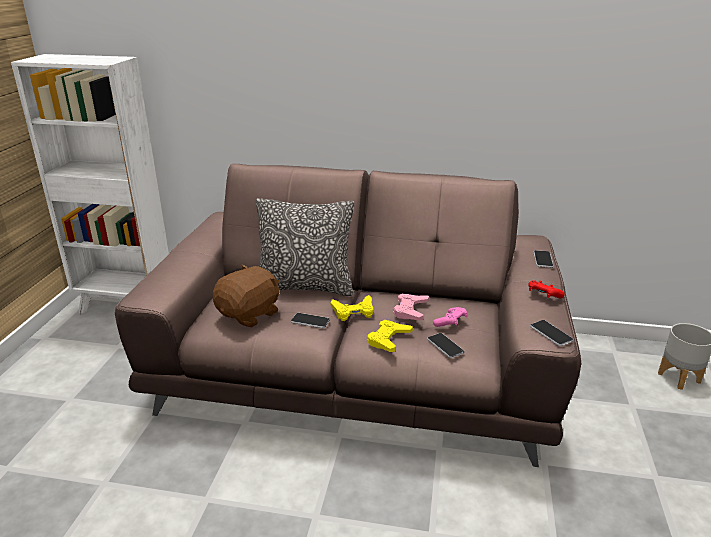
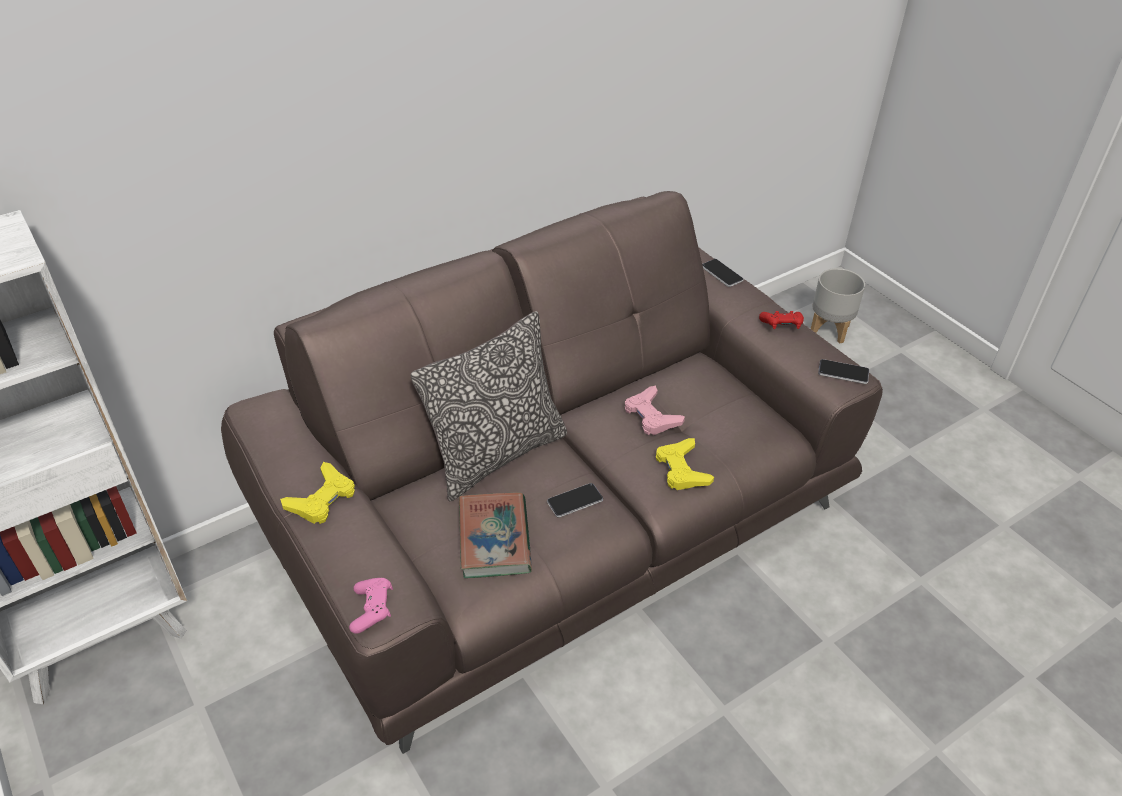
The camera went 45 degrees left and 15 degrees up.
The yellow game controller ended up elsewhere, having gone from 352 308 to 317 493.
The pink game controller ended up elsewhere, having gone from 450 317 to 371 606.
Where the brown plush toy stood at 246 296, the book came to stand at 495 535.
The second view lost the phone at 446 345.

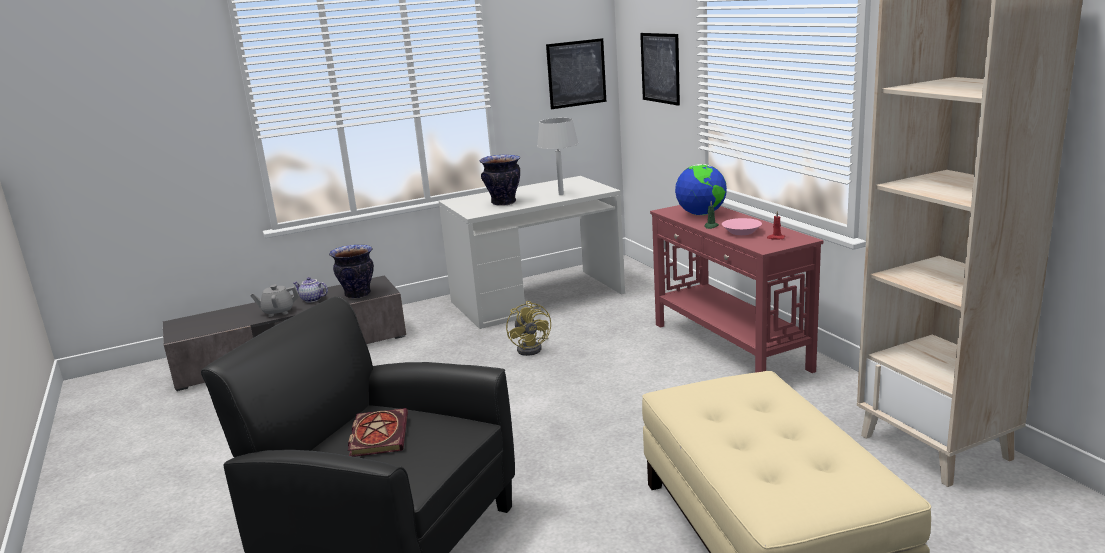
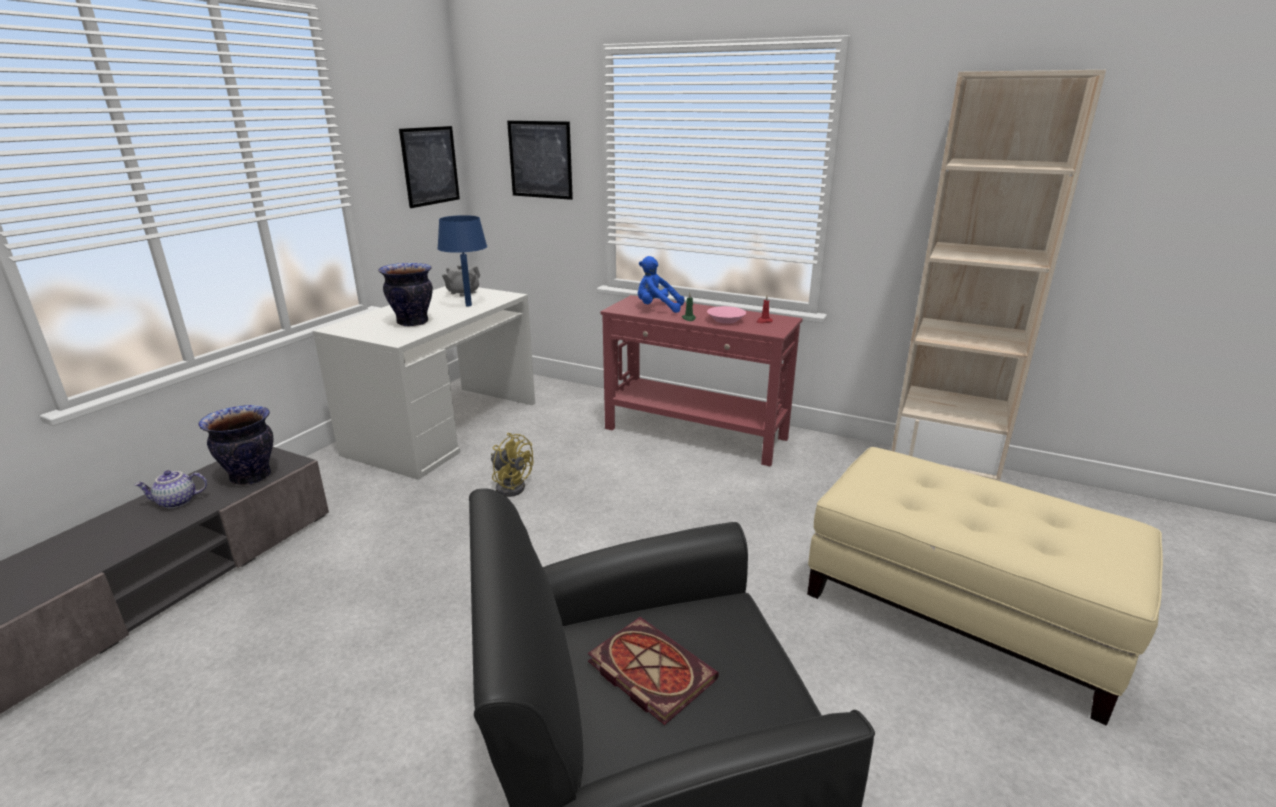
The camera went 40 degrees left and 5 degrees up.
What was the grey table lamp at 557 156 turned into the blue table lamp at 462 261.
The grey teapot ended up elsewhere, having gone from 274 300 to 461 280.
Where the globe stood at 701 189, the blue plush toy came to stand at 661 284.

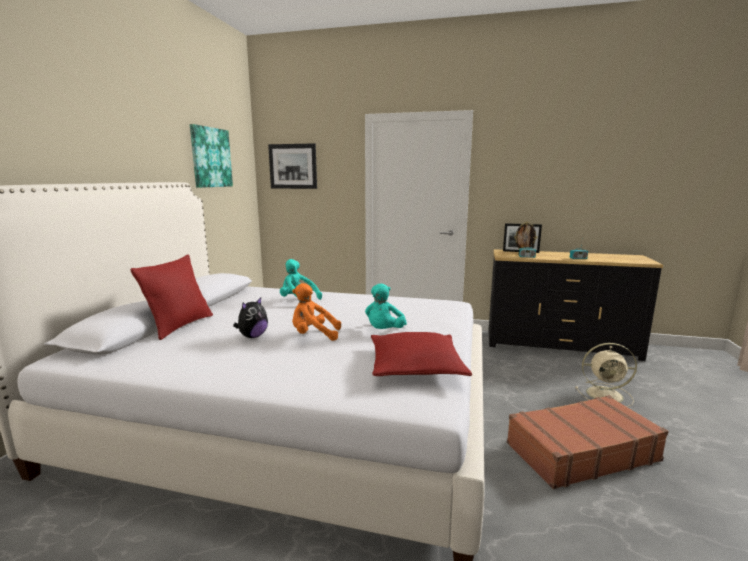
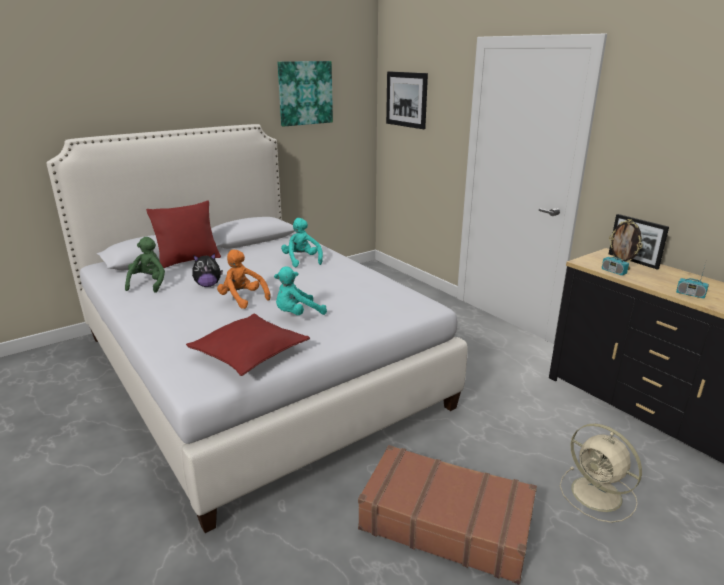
The camera went 40 degrees right and 10 degrees up.
The second view gained the green plush toy at 145 265.

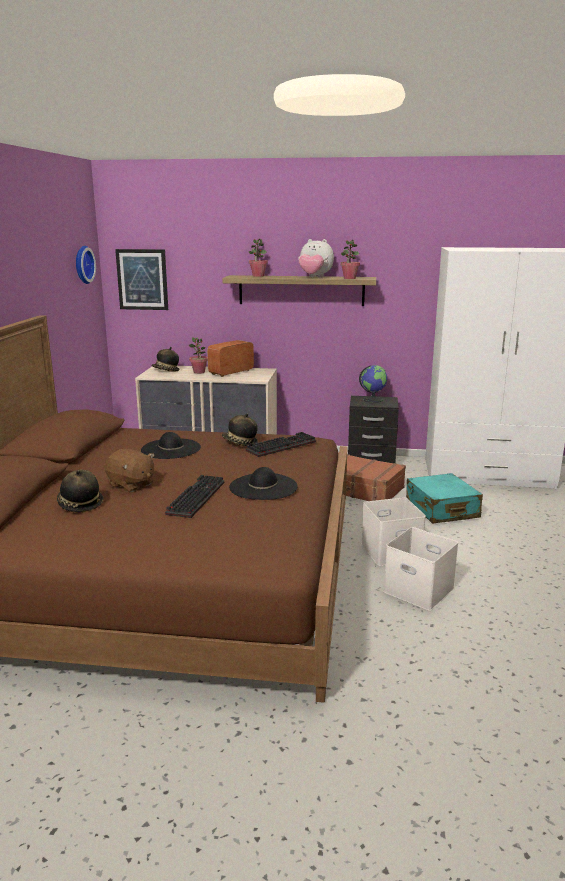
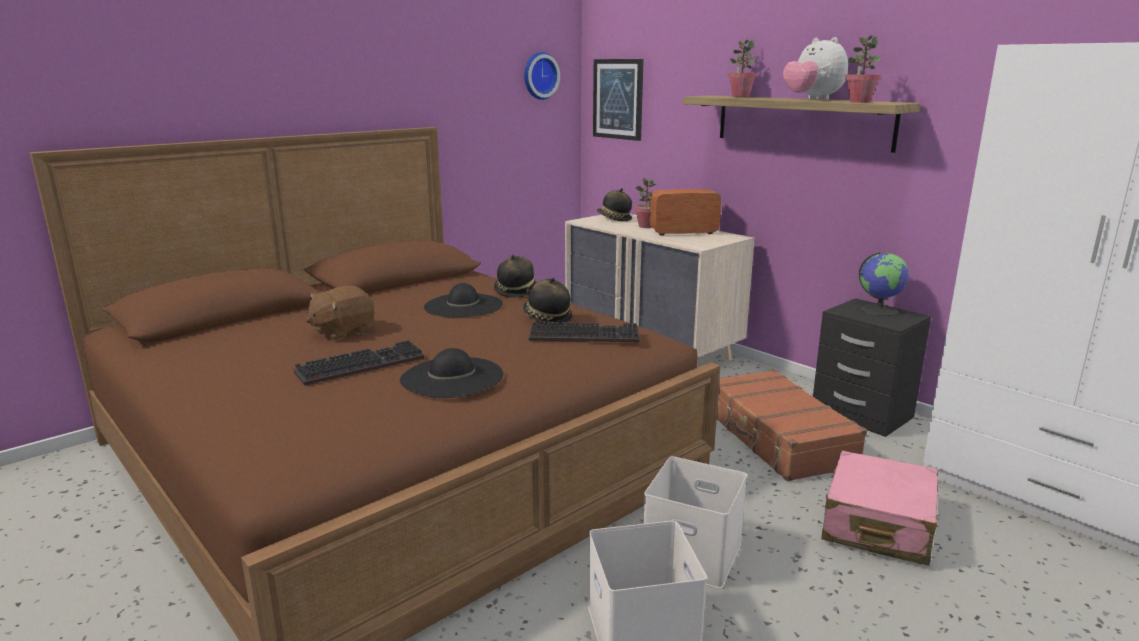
The camera went 40 degrees right and 0 degrees up.
The brown plush toy at 129 470 ended up facing another way, 60 degrees clockwise from before.
The hat ended up elsewhere, having gone from 80 491 to 515 276.
What was the turquoise suitcase at 444 498 turned into the pink suitcase at 880 508.

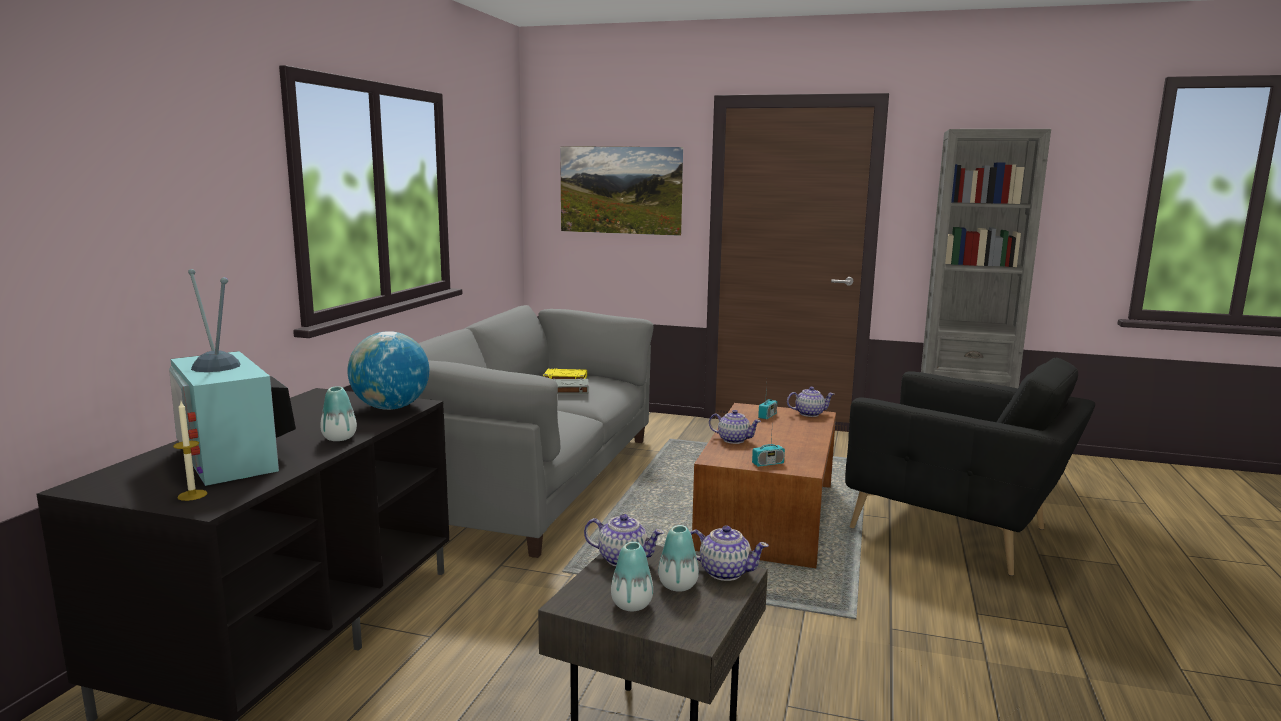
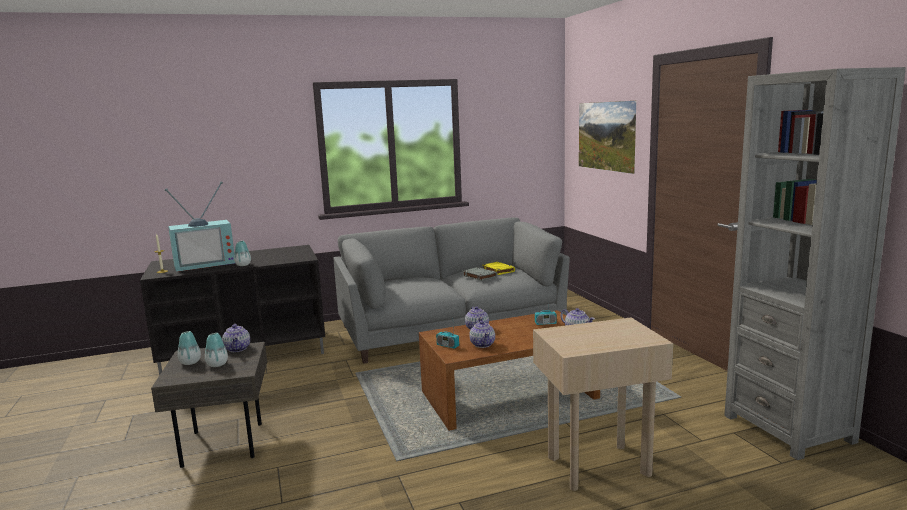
The camera went 55 degrees right and 0 degrees up.
The television at 232 377 ended up facing another way, 135 degrees counterclockwise from before.
The teapot ended up elsewhere, having gone from 729 553 to 482 334.
Where the black armchair stood at 970 467, the beige side table came to stand at 603 404.
The second view lost the globe at 388 370.

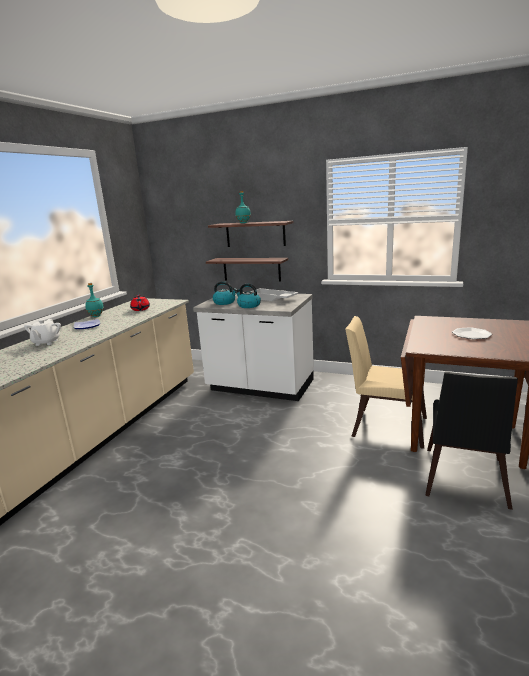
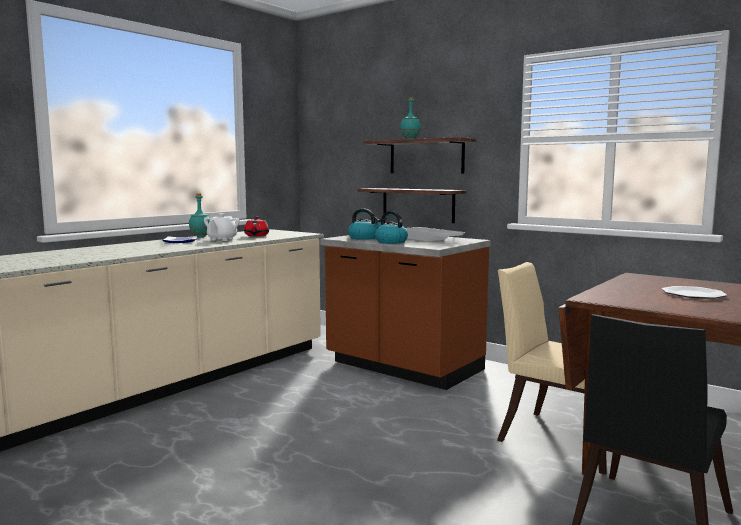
The camera went 15 degrees right and 10 degrees down.
The white teapot ended up elsewhere, having gone from 42 332 to 222 227.
What was the white counter at 253 346 turned into the brown counter at 405 312.

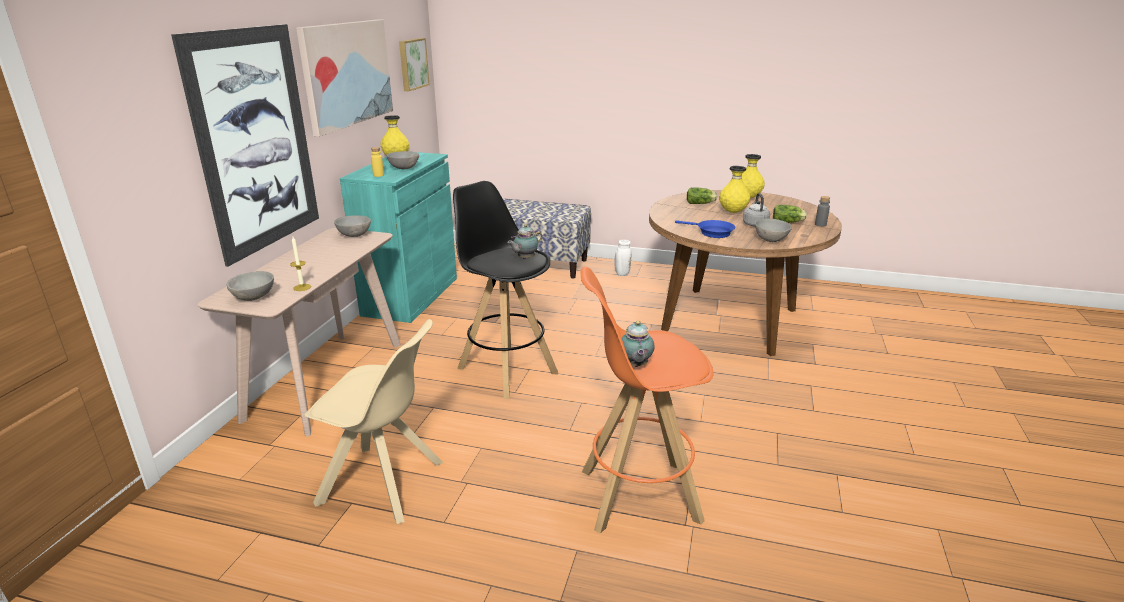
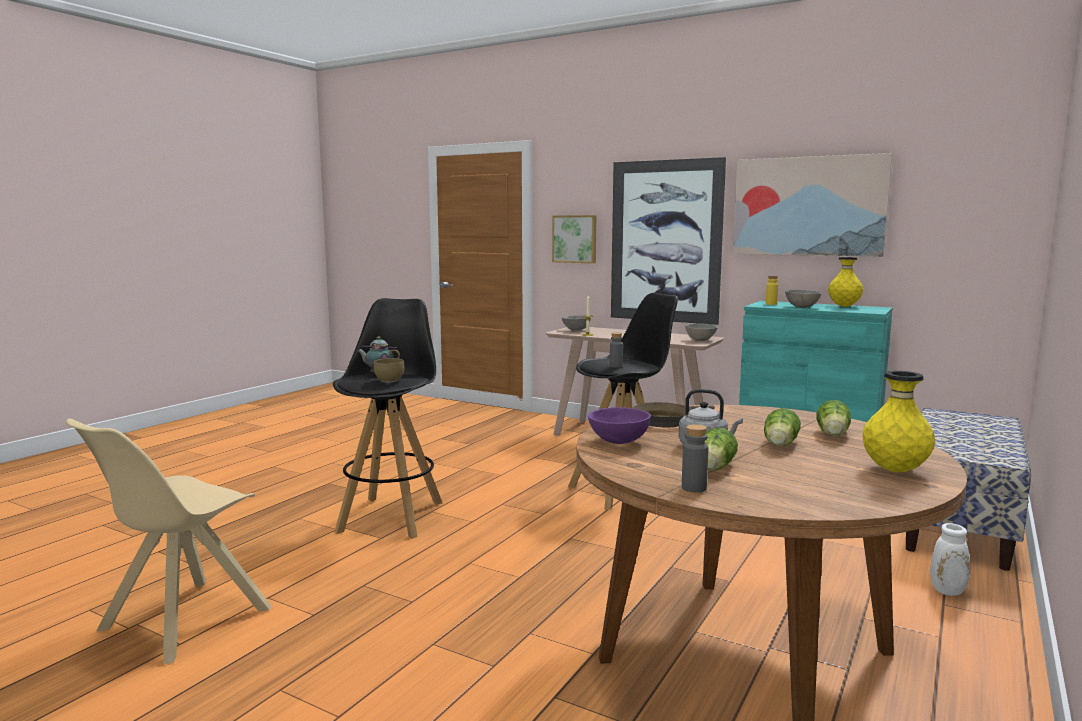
The camera went 105 degrees right and 15 degrees down.
The beige chair ended up elsewhere, having gone from 374 421 to 169 541.
What was the orange stool at 647 400 turned into the black stool at 387 418.
The second view gained the brown bowl at 389 370.
The picture ended up elsewhere, having gone from 414 64 to 574 239.
What was the grey bowl at 773 230 turned into the purple bowl at 619 425.
Where the teapot stood at 524 241, the grey bottle came to stand at 616 350.
What was the blue frying pan at 705 229 turned into the brown frying pan at 674 414.
Where the yellow vase stood at 734 189, the lettuce came to stand at 782 427.

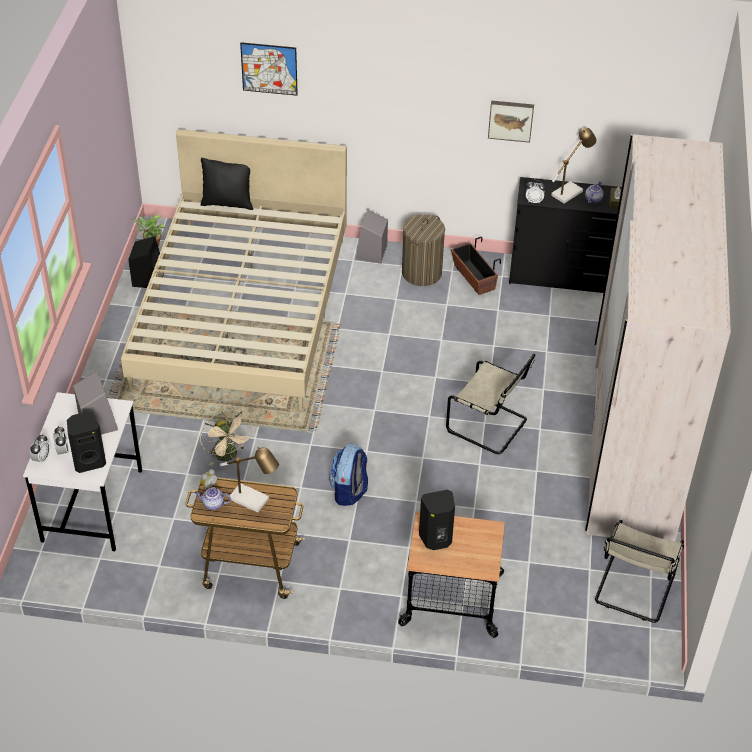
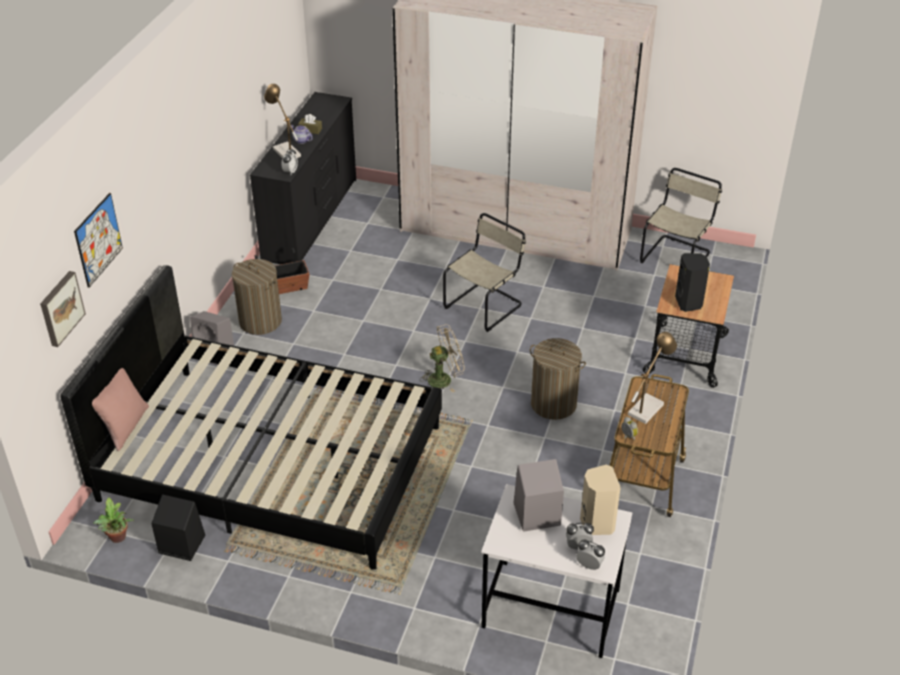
The camera went 80 degrees left and 5 degrees down.
The picture ended up elsewhere, having gone from 511 122 to 63 309.
What was the beige bed at 234 269 turned into the black bed at 251 417.
What was the black pillow at 226 184 turned into the pink pillow at 120 409.
The beige fan ended up elsewhere, having gone from 227 438 to 442 358.
Where the backpack stood at 348 474, the laundry basket came to stand at 558 379.
What was the black speaker at 86 442 turned into the beige speaker at 600 499.
The beige chair at 639 571 ended up facing another way, 90 degrees counterclockwise from before.
The second view lost the teapot at 213 499.

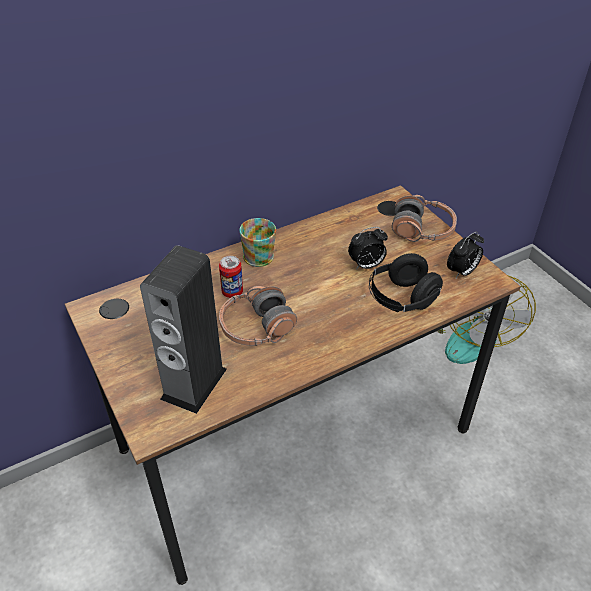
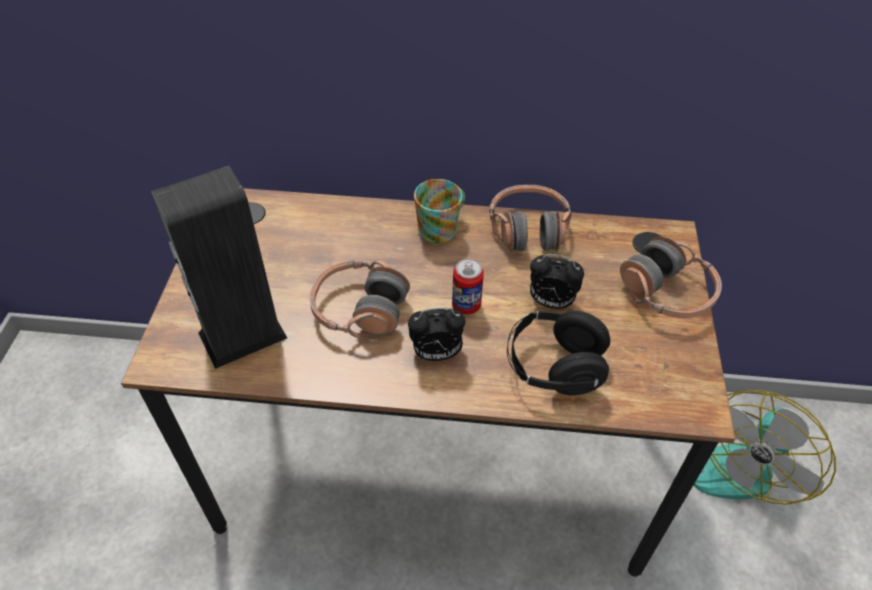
The camera went 35 degrees right and 5 degrees up.
The alarm clock ended up elsewhere, having gone from 465 254 to 437 334.
The can ended up elsewhere, having gone from 231 277 to 468 287.
The second view gained the headphones at 530 218.

